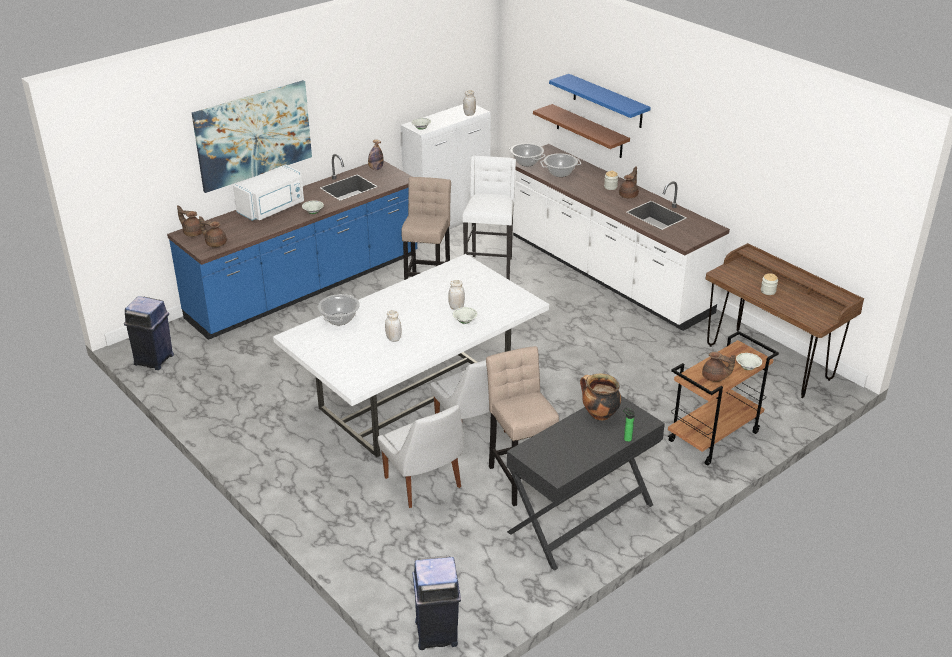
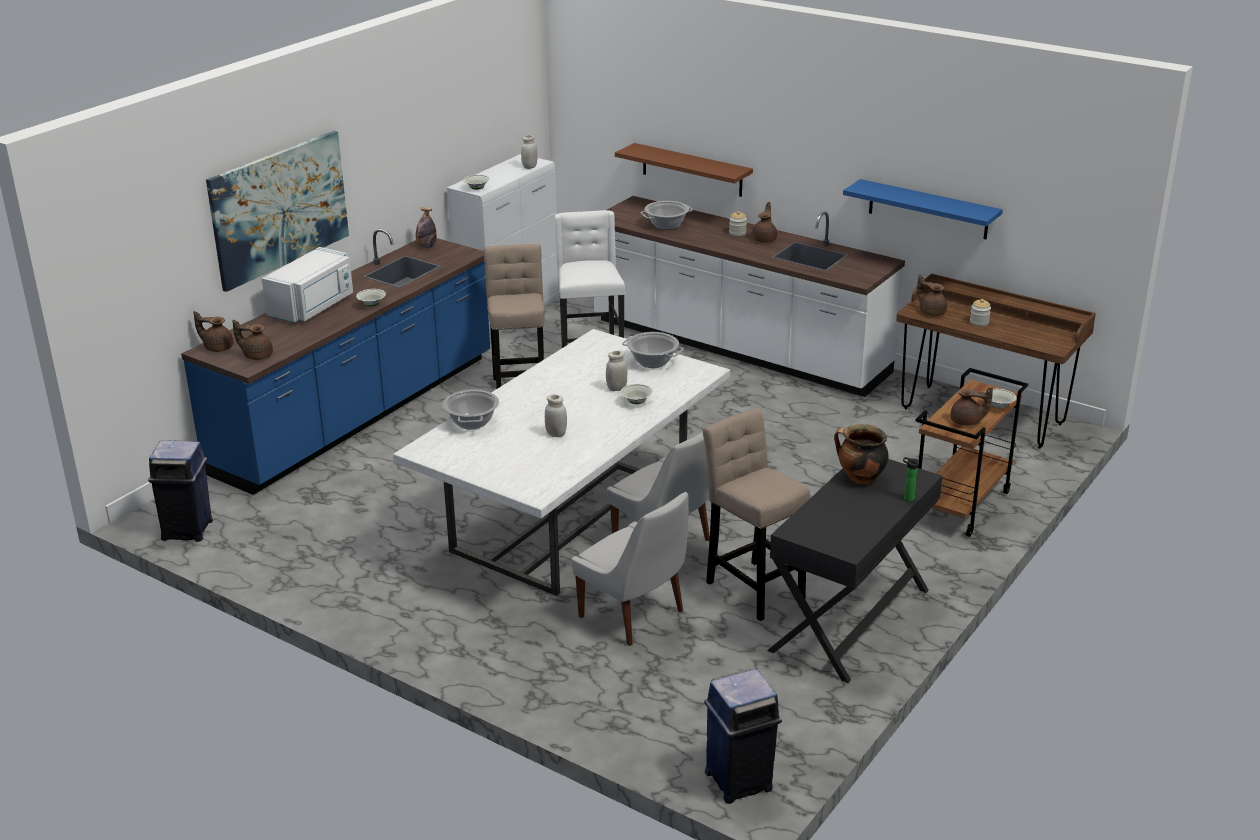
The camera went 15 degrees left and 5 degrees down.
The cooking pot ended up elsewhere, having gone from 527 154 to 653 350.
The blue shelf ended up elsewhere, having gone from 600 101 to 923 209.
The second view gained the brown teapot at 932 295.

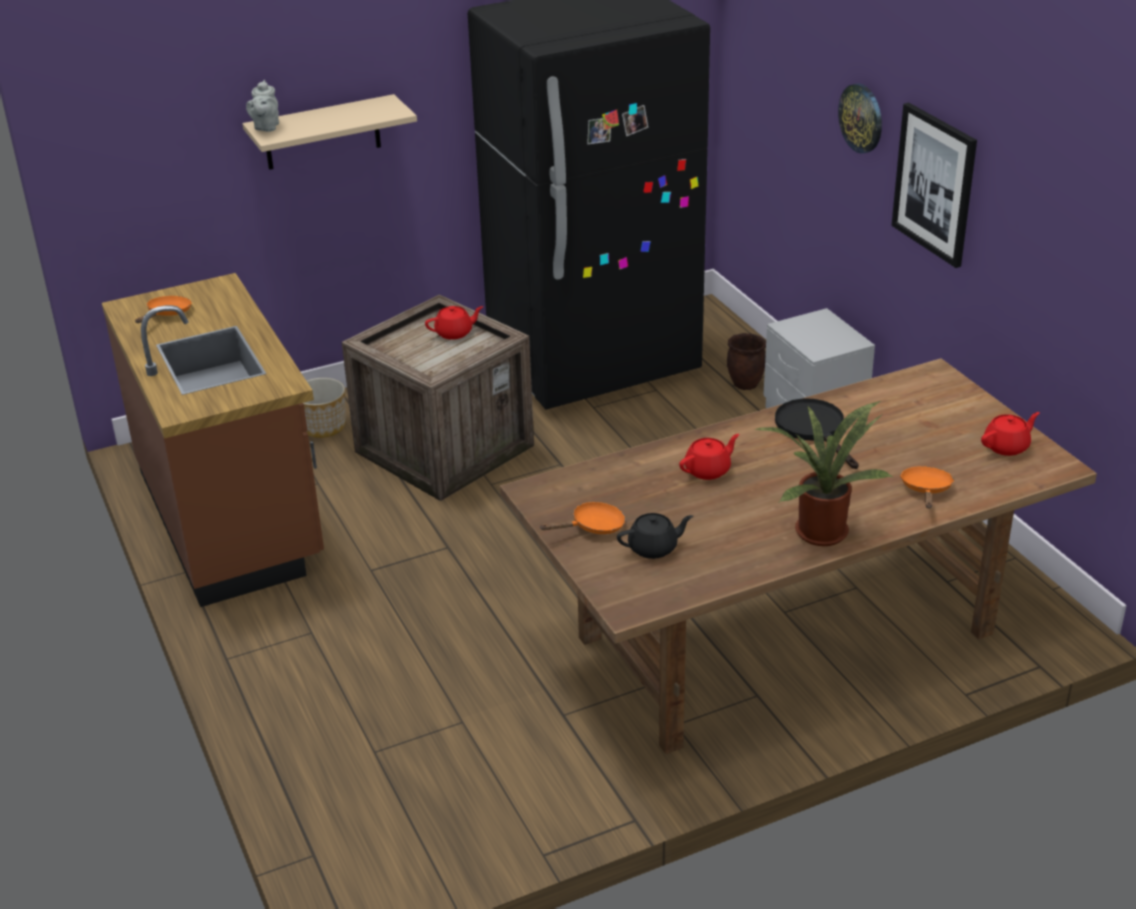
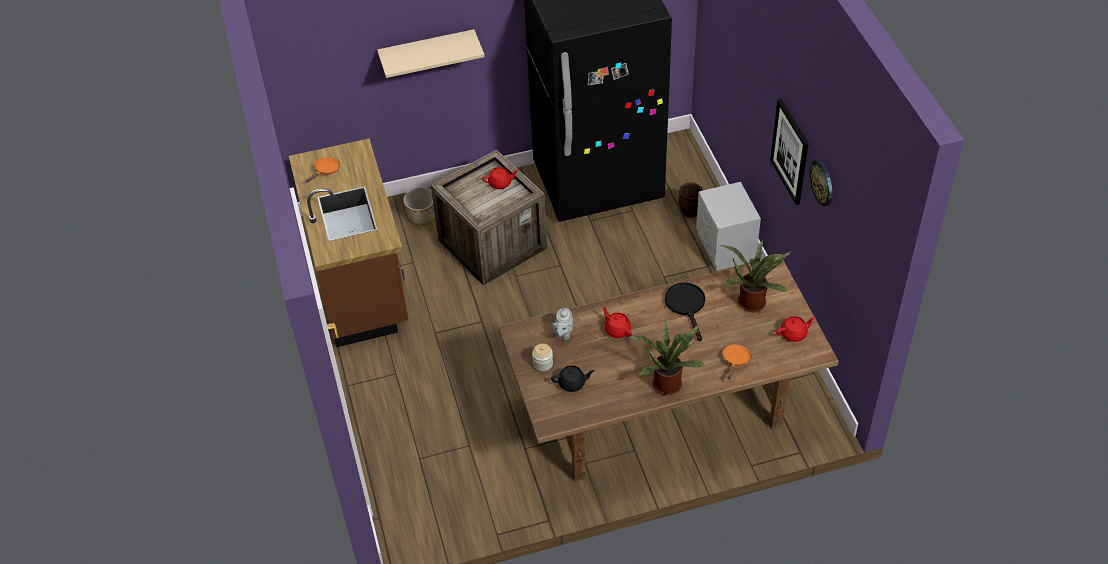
The camera went 10 degrees right and 15 degrees up.
Where the orange frying pan stood at 583 518, the jar came to stand at 542 357.
The grey teapot ended up elsewhere, having gone from 262 106 to 562 324.
The red teapot at 709 457 ended up facing another way, 105 degrees counterclockwise from before.
The second view gained the potted plant at 756 276.
The wall clock ended up elsewhere, having gone from 860 118 to 821 183.

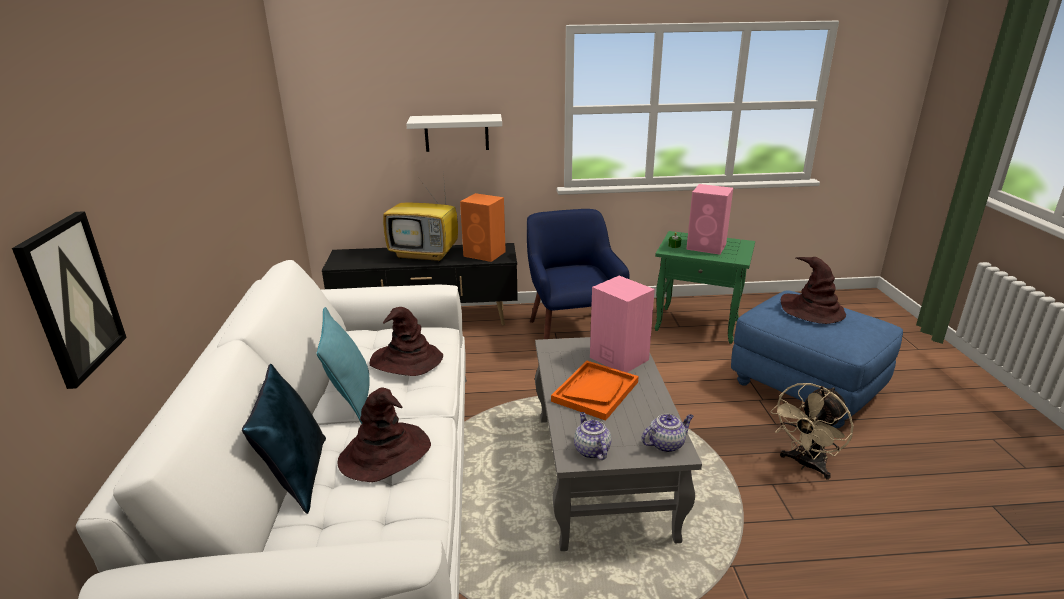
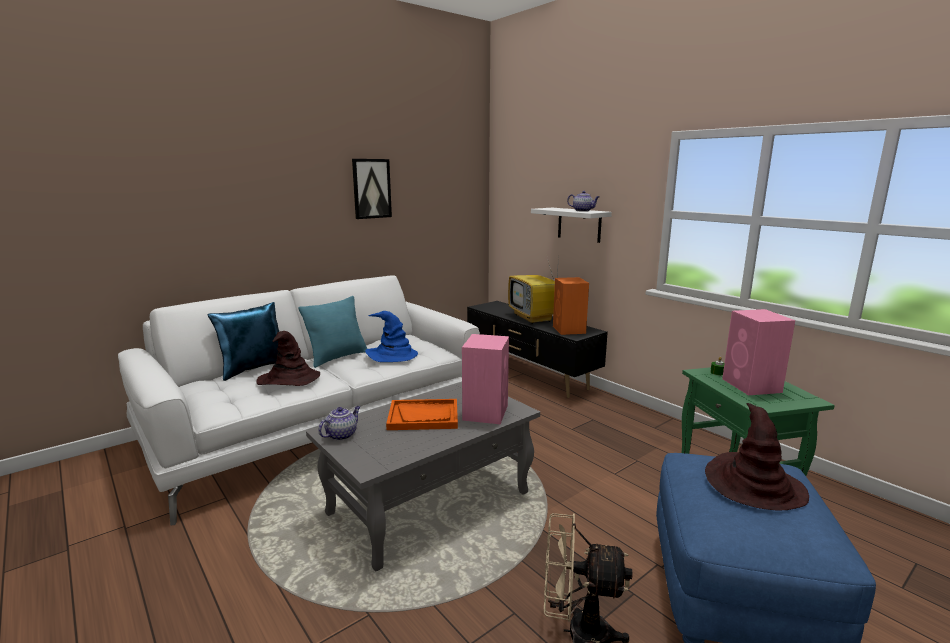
The camera went 55 degrees right and 10 degrees down.
The picture ended up elsewhere, having gone from 69 300 to 372 189.
What was the brown hat at 406 341 turned into the blue hat at 391 336.
The teapot ended up elsewhere, having gone from 667 433 to 583 201.
The second view lost the blue armchair at 578 274.

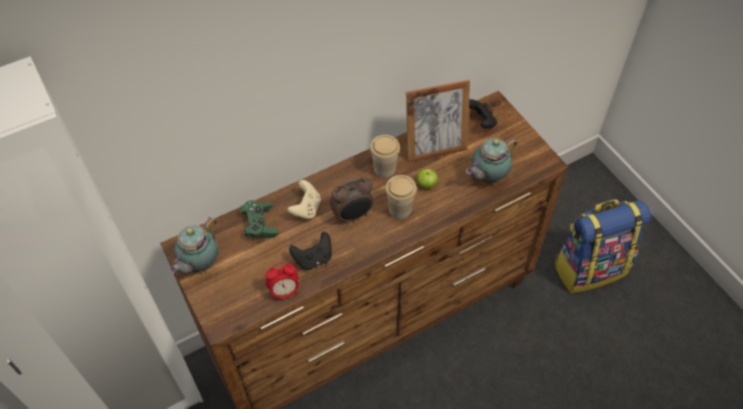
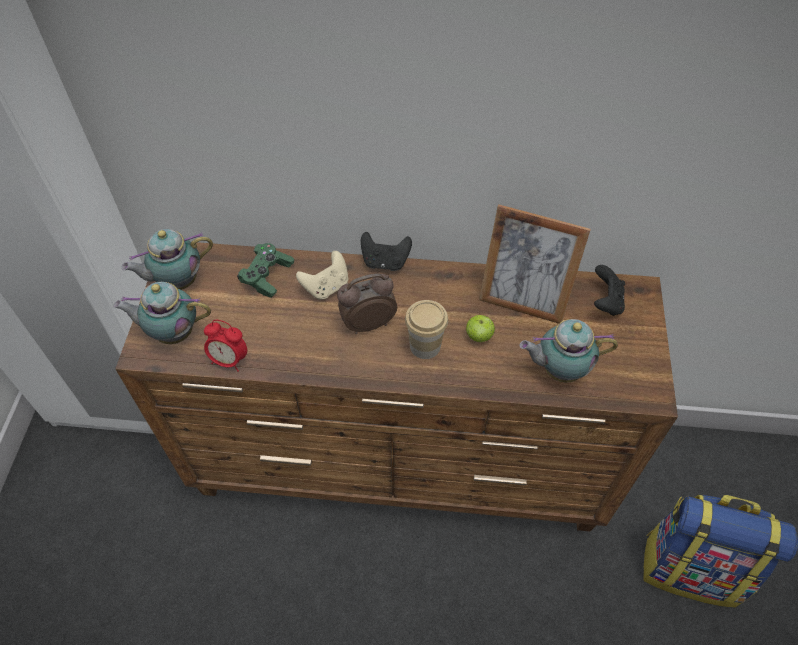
The camera went 35 degrees right and 0 degrees up.
The second view gained the teapot at 162 313.
The alarm clock at 352 201 ended up facing another way, 150 degrees clockwise from before.
The black game controller ended up elsewhere, having gone from 310 251 to 386 251.
The second view lost the cup at 385 156.

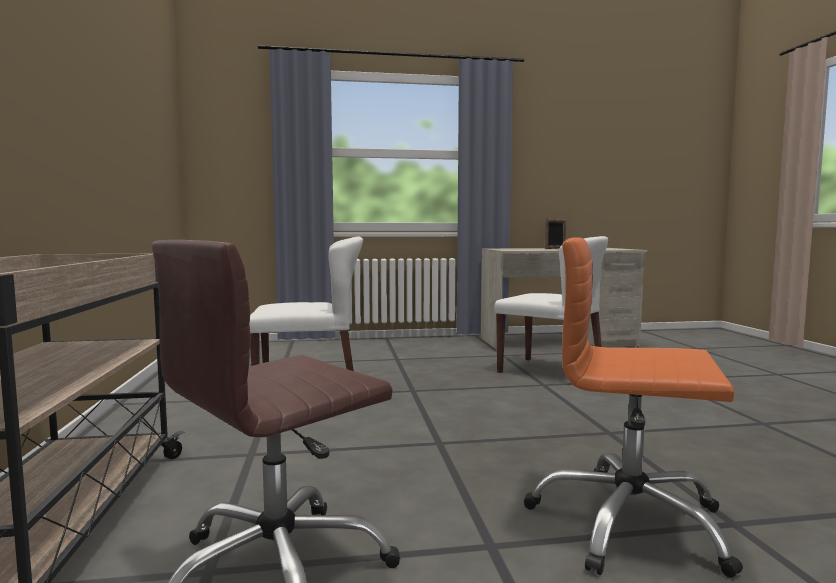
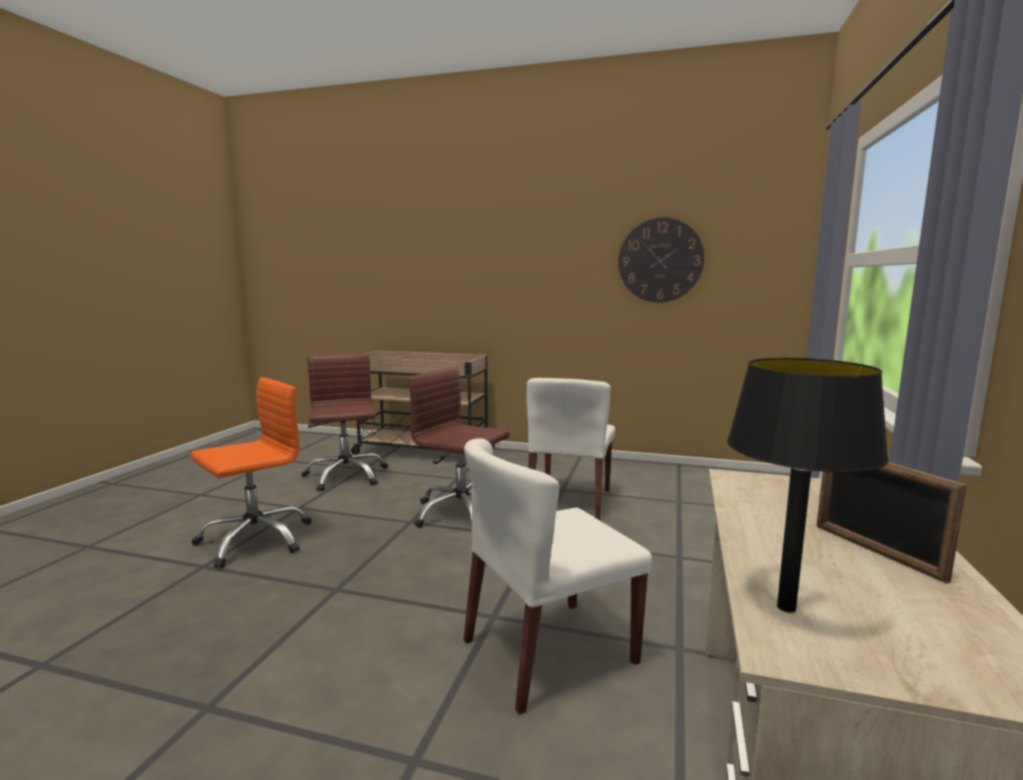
The camera went 115 degrees right and 5 degrees up.
The second view gained the brown office chair at 459 447.
The second view gained the wall clock at 661 260.
The second view gained the black table lamp at 808 485.

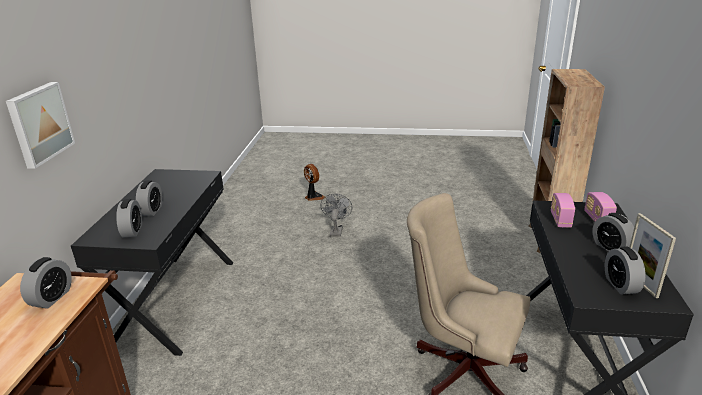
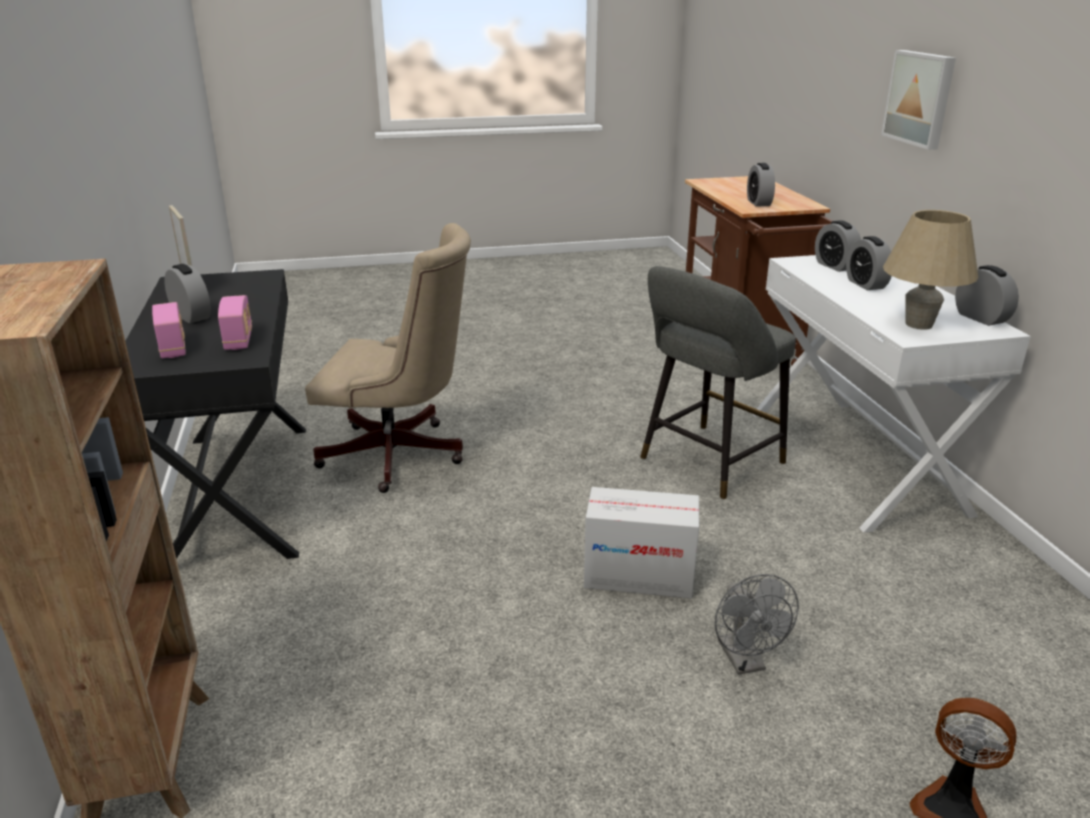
The camera went 160 degrees right and 0 degrees up.
The second view gained the cardboard box at 641 542.
The second view gained the grey stool at 718 383.
What was the black desk at 152 262 turned into the white desk at 892 394.
The second view gained the beige table lamp at 931 270.
The alarm clock ended up elsewhere, having gone from 625 270 to 987 295.

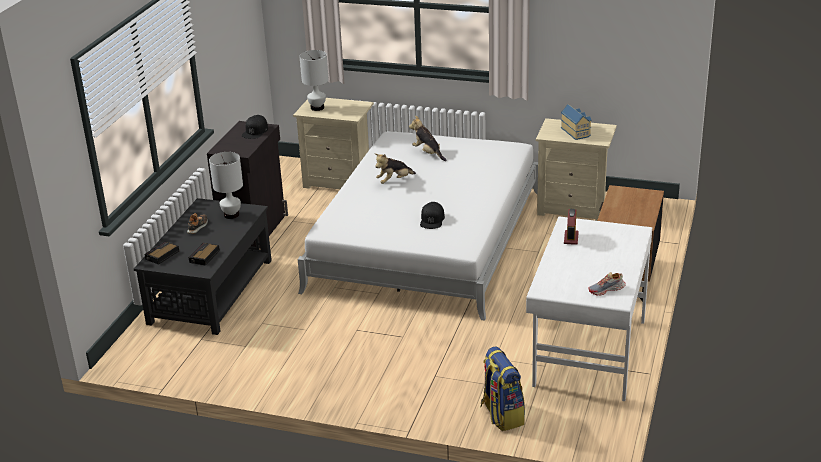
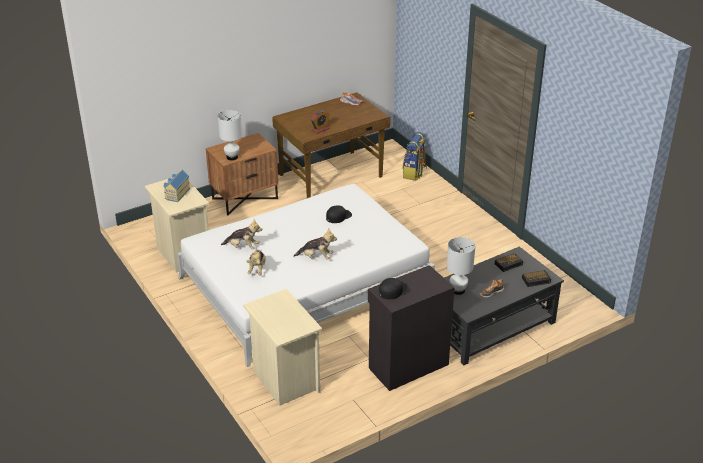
The camera went 140 degrees left and 5 degrees up.
The white table lamp ended up elsewhere, having gone from 314 80 to 229 135.
The second view gained the plush toy at 241 234.
What was the white desk at 589 308 turned into the brown desk at 331 145.

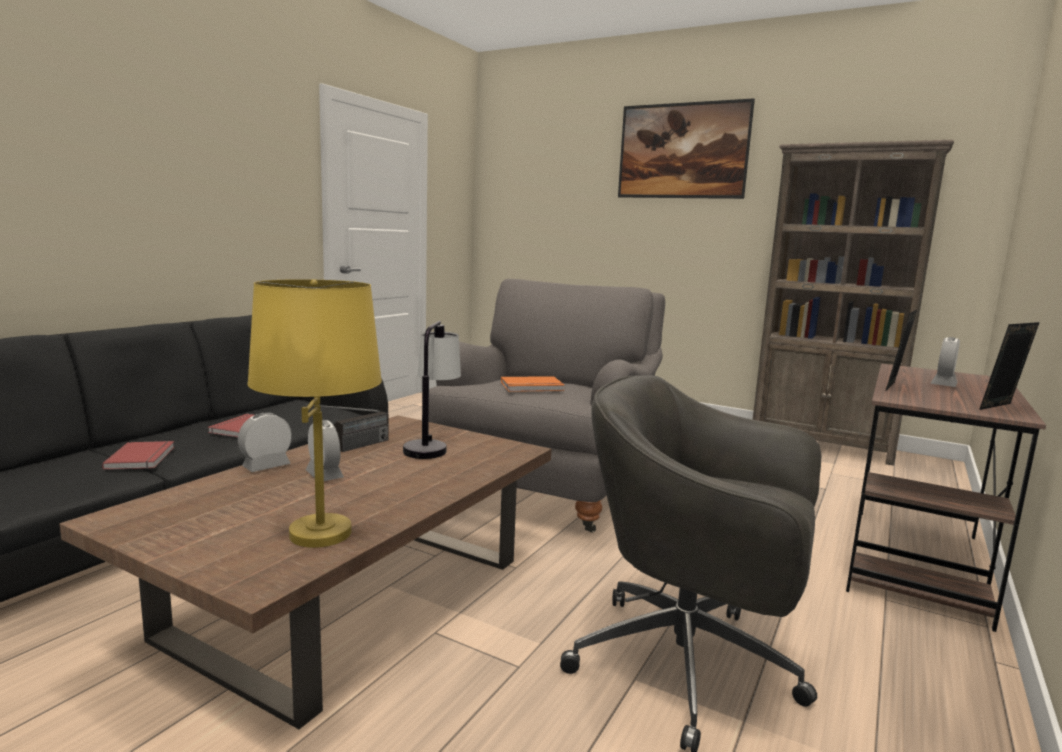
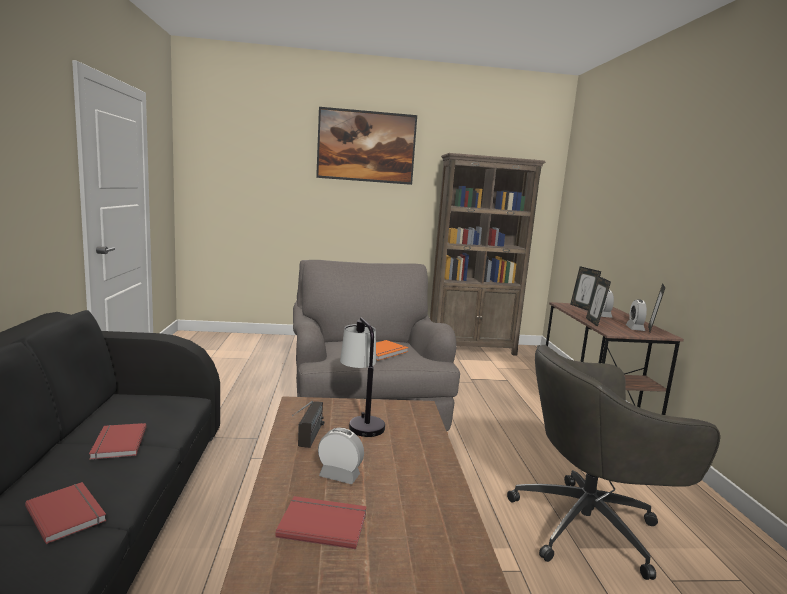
The camera went 35 degrees left and 0 degrees up.
The second view gained the red book at 321 522.
The second view gained the picture frame at 585 288.
The alarm clock ended up elsewhere, having gone from 265 442 to 636 315.
The second view lost the yellow table lamp at 314 413.

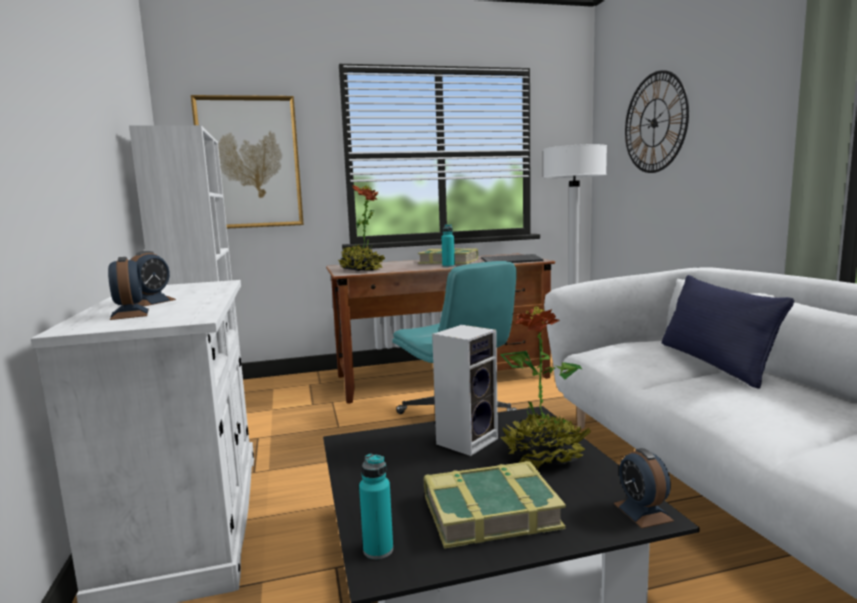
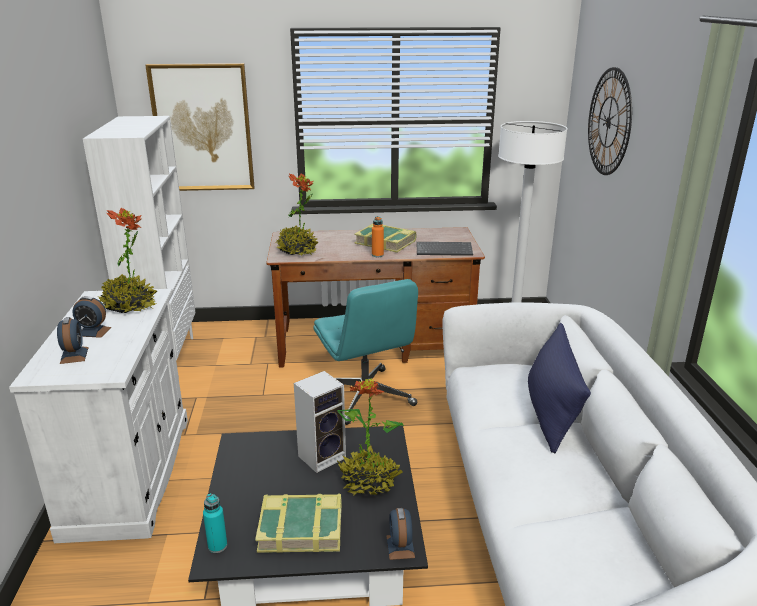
The camera went 10 degrees right and 15 degrees up.
The alarm clock at 153 278 ended up facing another way, 60 degrees clockwise from before.
The second view gained the potted plant at 128 260.
What was the turquoise bottle at 448 245 turned into the orange bottle at 378 236.

